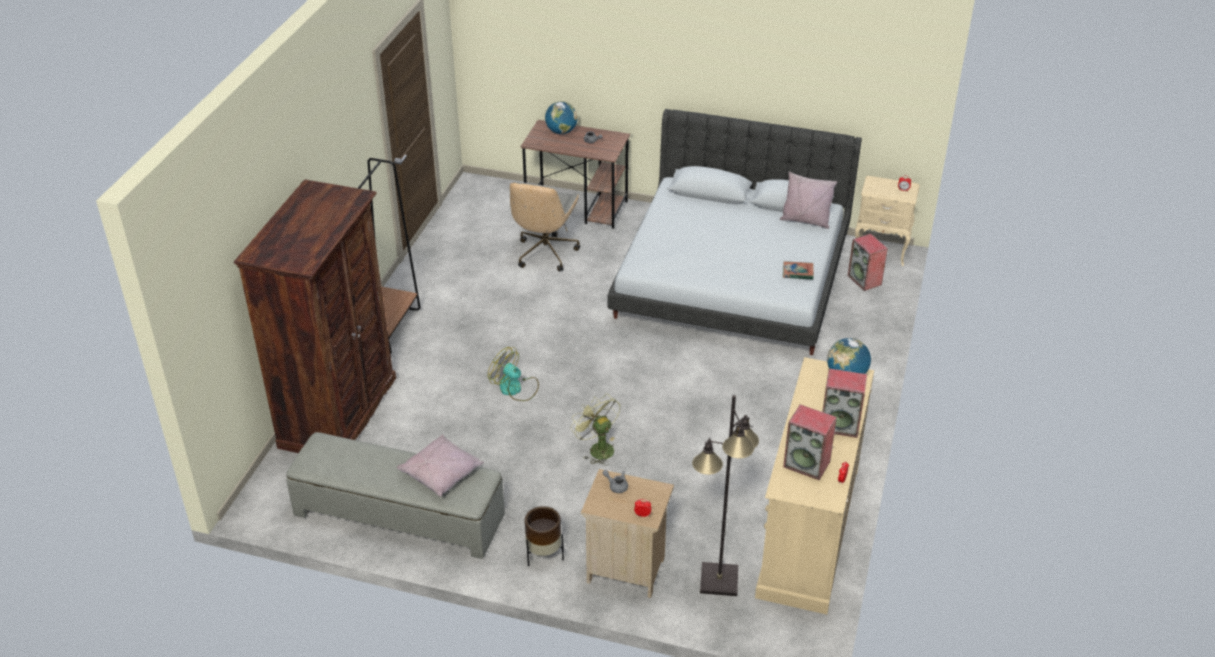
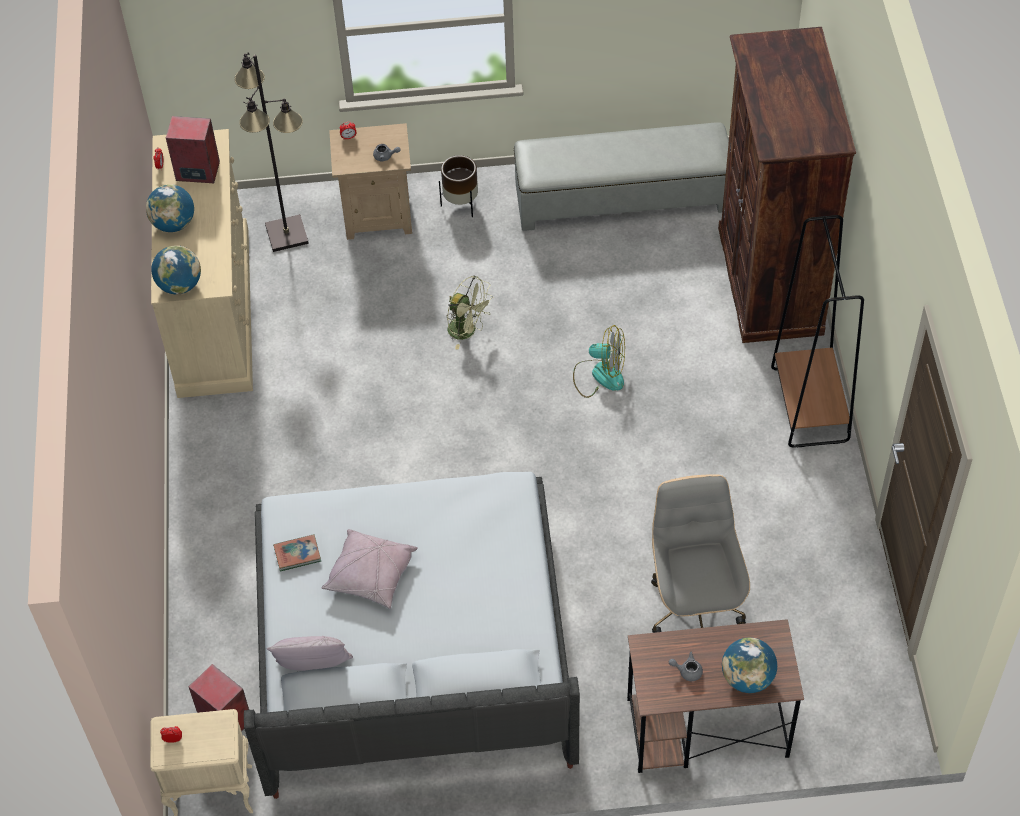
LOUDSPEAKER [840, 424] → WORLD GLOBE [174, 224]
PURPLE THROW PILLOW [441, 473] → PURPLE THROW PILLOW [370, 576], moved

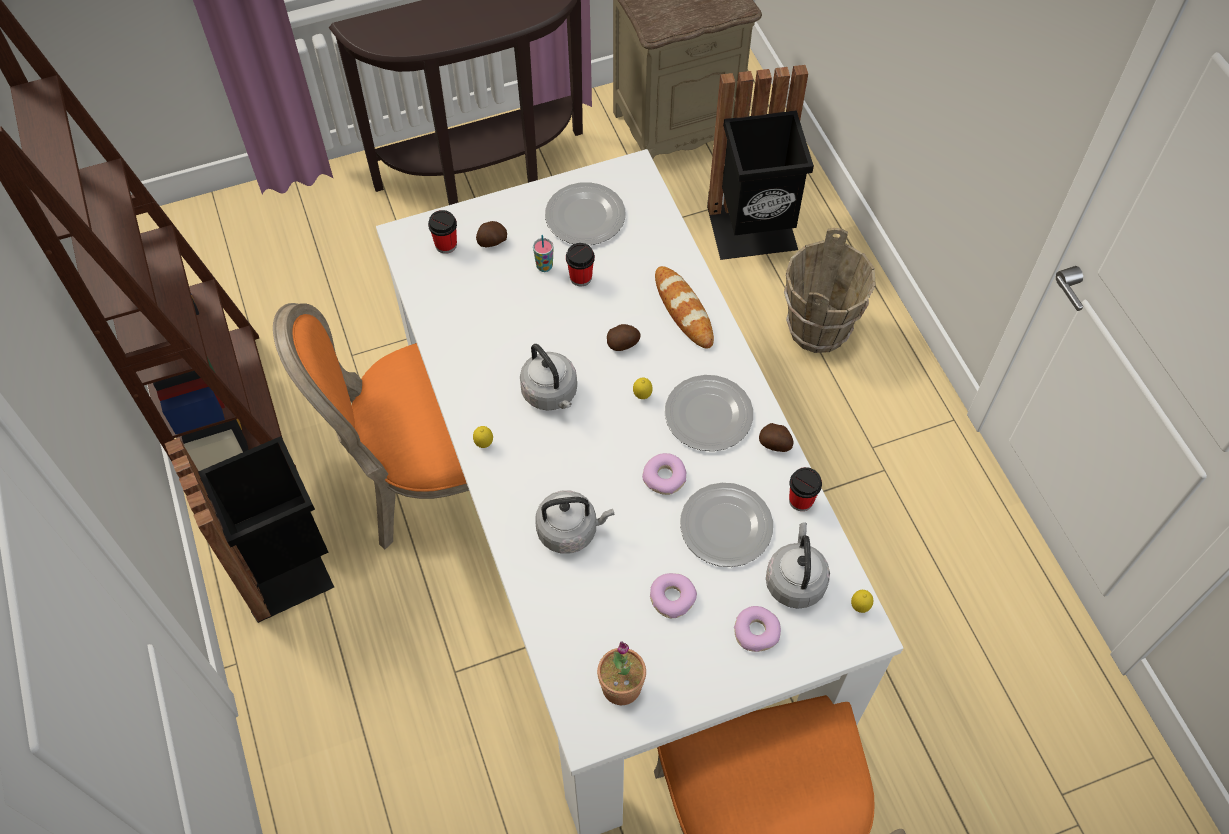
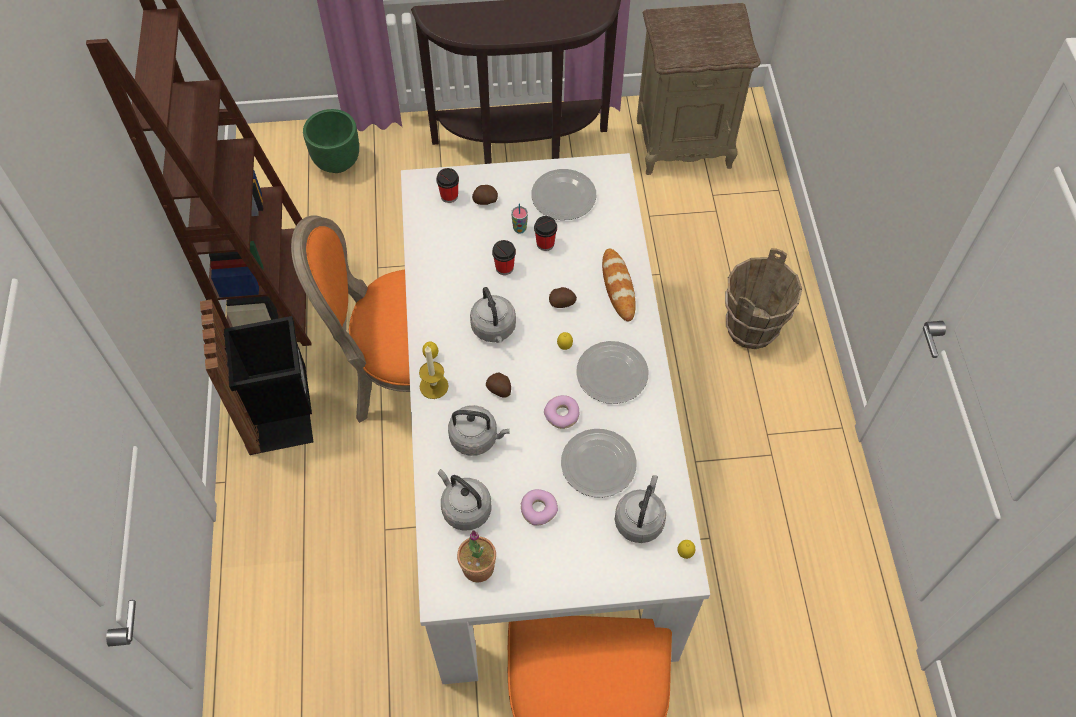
- → GREEN-COLOURED PLANTER [337, 162]
- → WAX LIGHT [434, 386]
- → GREY KETTLE [464, 508]
SPUD [775, 444] → SPUD [499, 390], moved
SMALL CUP [801, 500] → SMALL CUP [504, 267], moved
BLACK-COLOURED WASTE BIN [753, 231] → -
RING DOUGHNUT [756, 631] → -

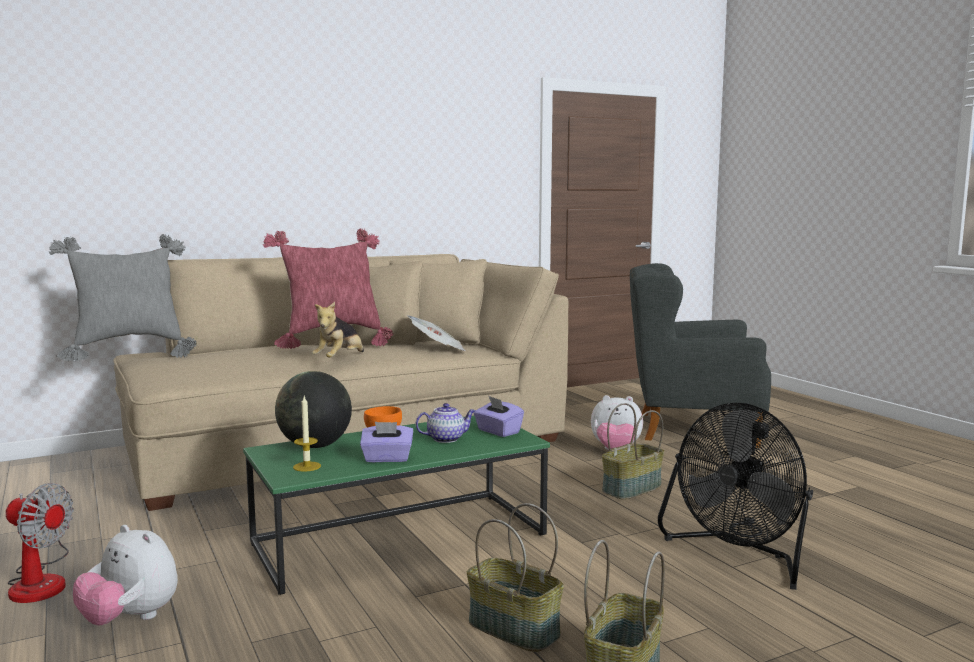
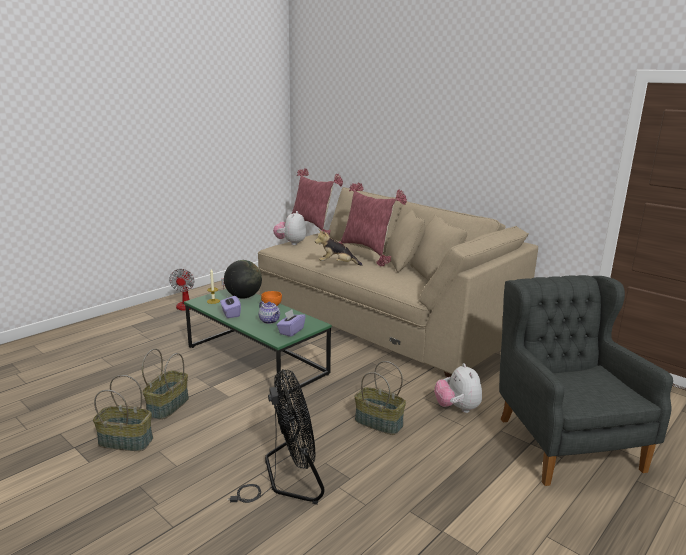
BLACK-COLOURED COOLING FAN [737, 552] → BLACK-COLOURED COOLING FAN [285, 475], 135 degrees clockwise
SOFT TOY [130, 619] → SOFT TOY [291, 243], moved
GREY THROW PILLOW [129, 358] → RED THROW PILLOW [313, 232]
NEWSPAPER [438, 349] → -

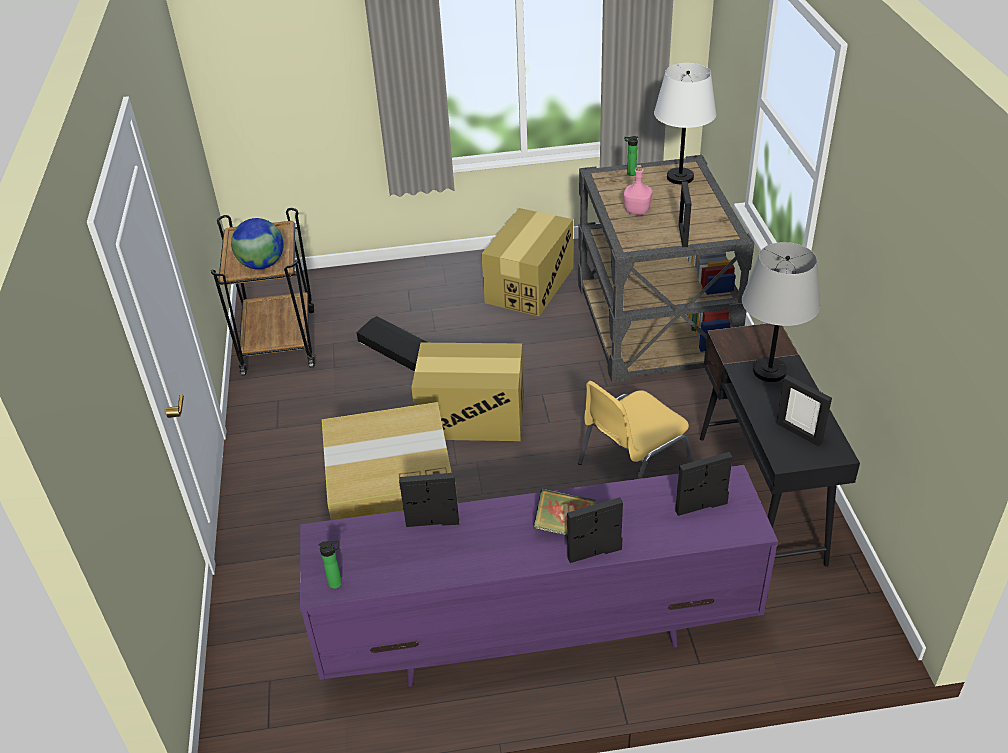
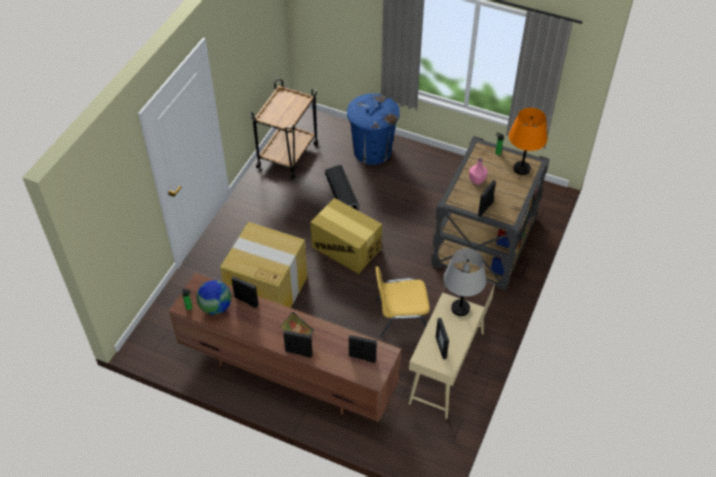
PURPLE STORAGE CABINET [536, 638] → BROWNISH STORAGE CABINET [286, 375]
WORLD GLOBE [262, 264] → WORLD GLOBE [216, 307], moved
- → BLUE WASTE BIN [372, 151]
BLACK-COLOURED DESK [760, 498] → BEIGE DESK [446, 368]
WHITE-COLOURED TABLETOP LAMP [680, 177] → ORANGE TABLETOP LAMP [521, 169]
CARTON [529, 285] → -

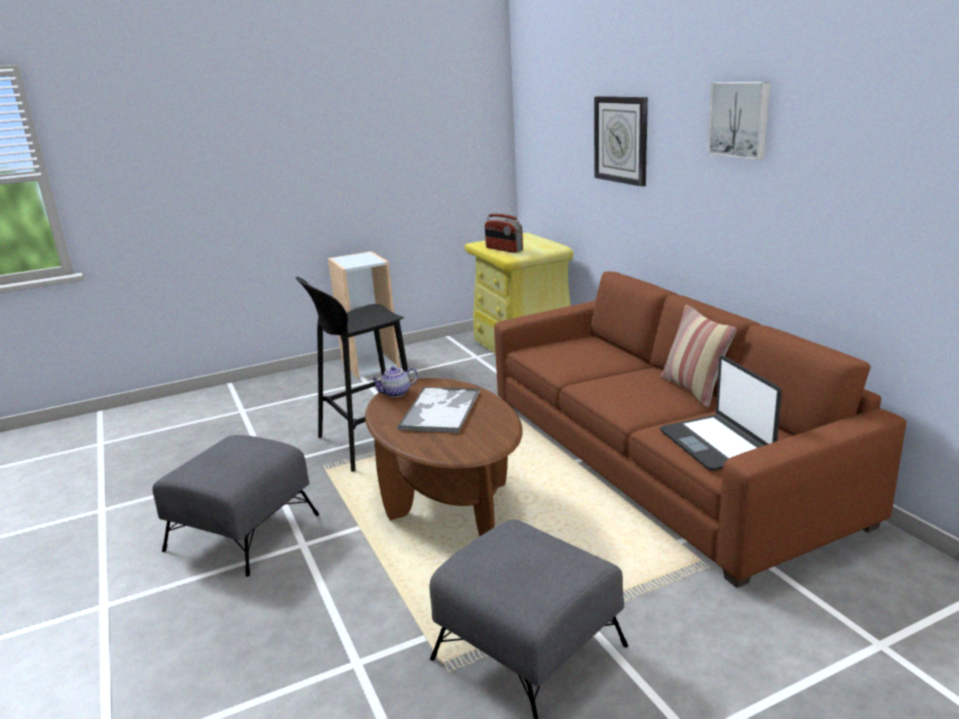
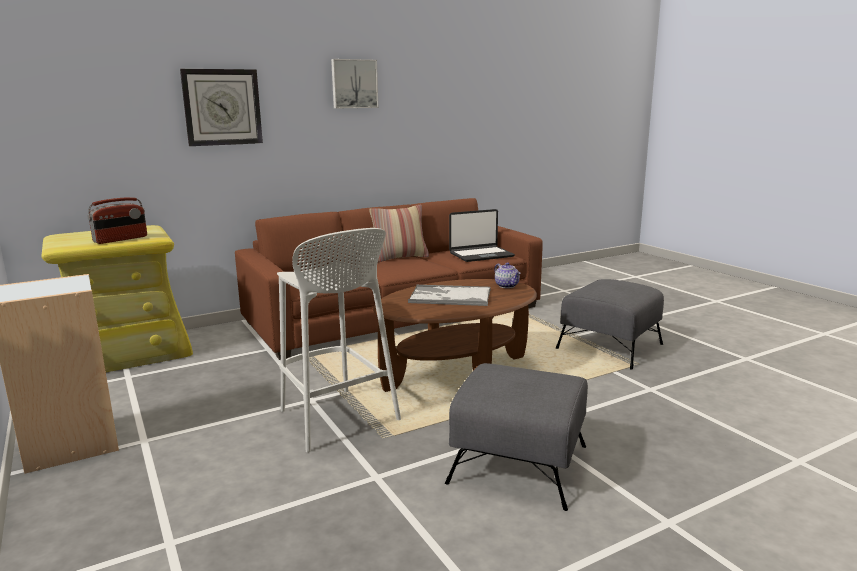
BLACK-COLOURED STOOL [368, 443] → WHITE-COLOURED STOOL [336, 418]
TEA POT [396, 393] → TEA POT [507, 286], moved

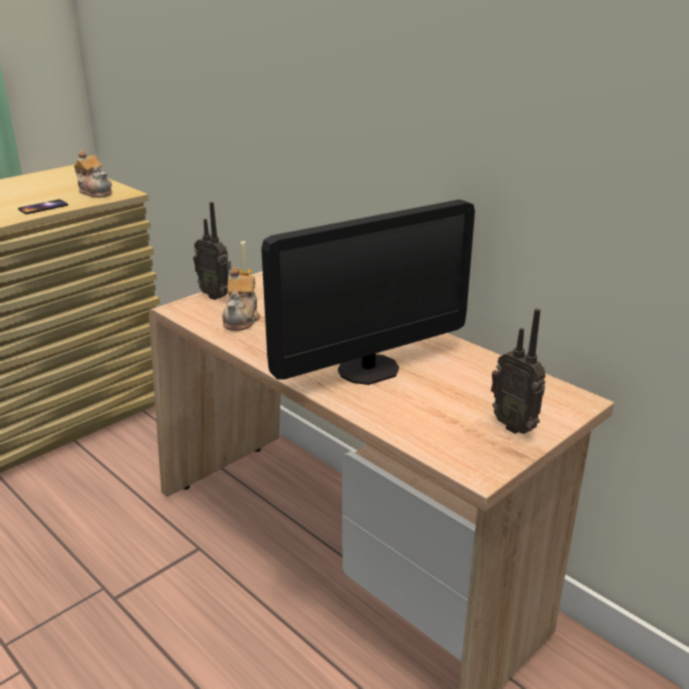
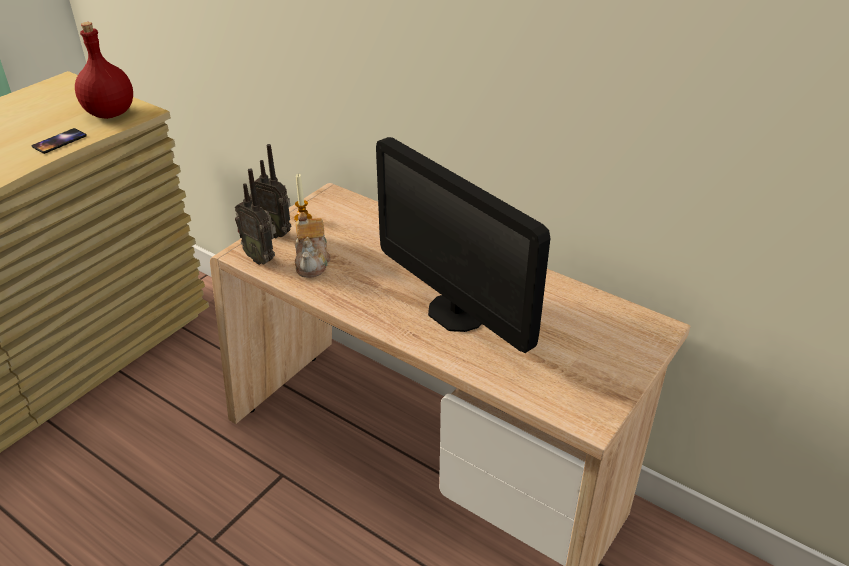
TEA POT [95, 192] → RED DRINK BOTTLE [110, 113]
RADIO SET [515, 426] → RADIO SET [261, 258], moved
COMPUTER SCREEN [368, 369] → COMPUTER SCREEN [457, 312], 90 degrees clockwise

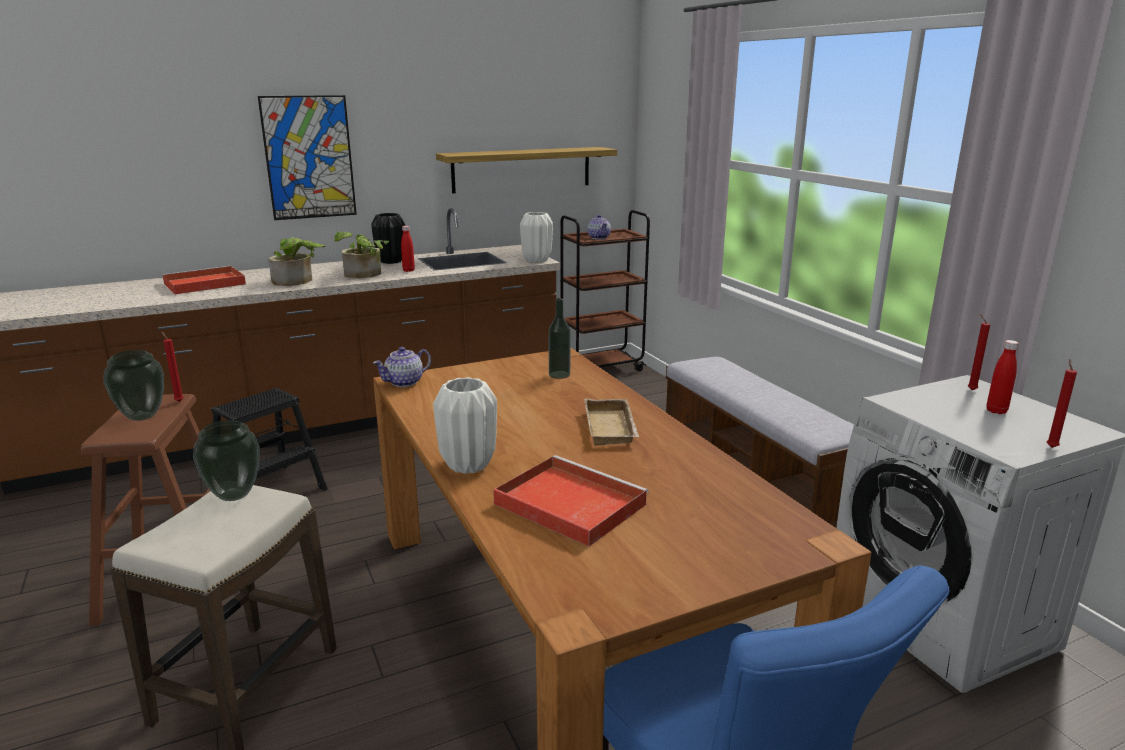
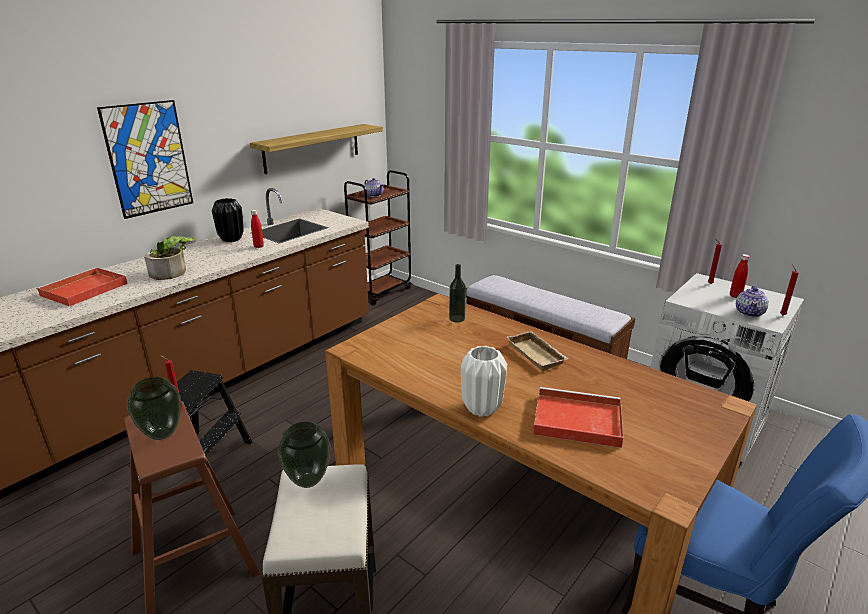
TEA POT [405, 382] → TEA POT [749, 313], moved
HOUSEPLANT [363, 275] → -
WHITE-COLOURED DECORATIVE VASE [536, 260] → -

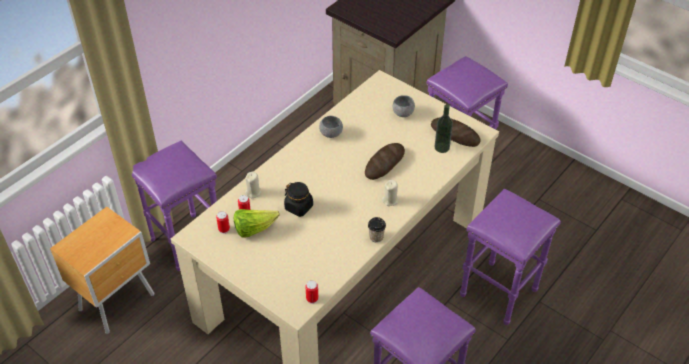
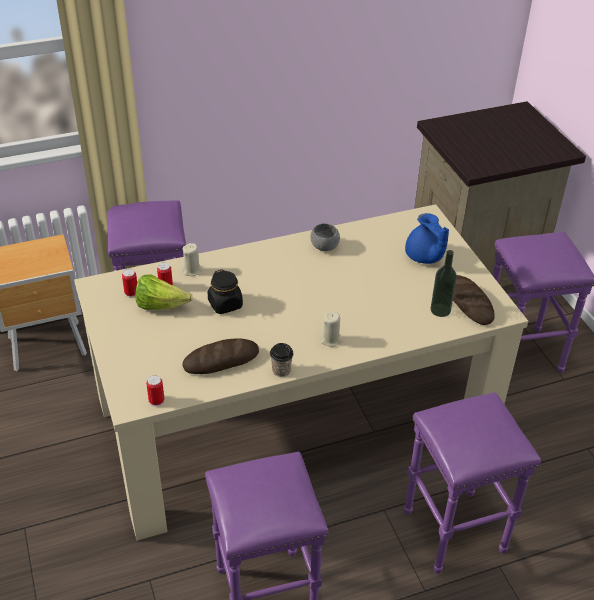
BAKED BREAD [384, 163] → BAKED BREAD [221, 360], moved
GREY BOWL [403, 113] → BLUE TEA POT [425, 257]

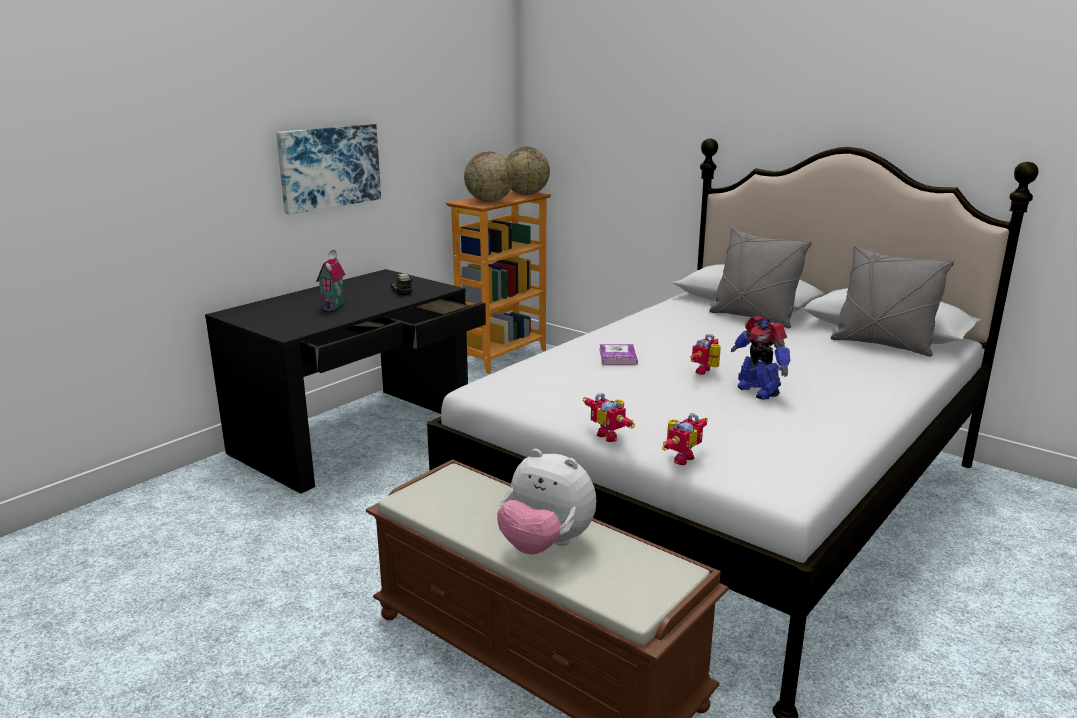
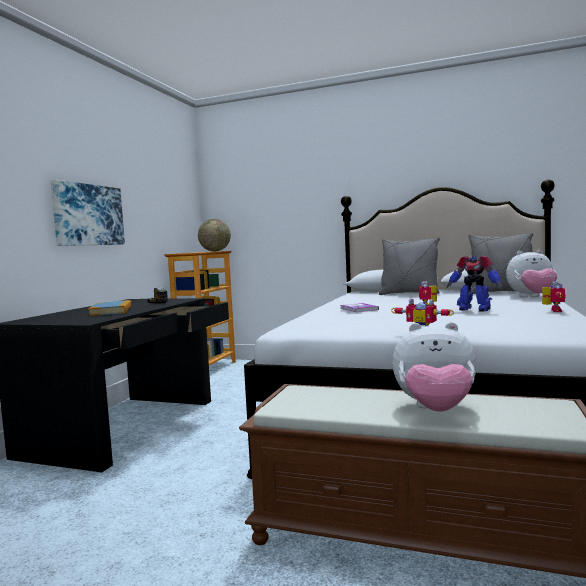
TOY HOUSE [335, 306] → VOLUME [111, 311]
- → SOFT TOY [532, 297]
TOY ROBOT [679, 458] → TOY ROBOT [552, 310], moved
WORLD GLOBE [489, 201] → -

